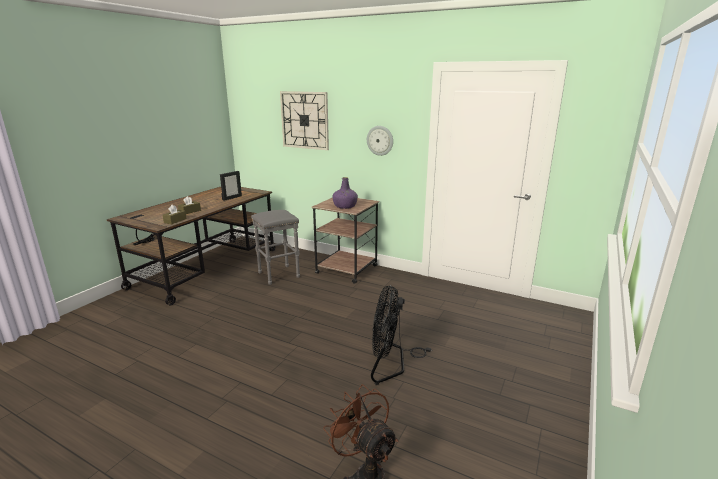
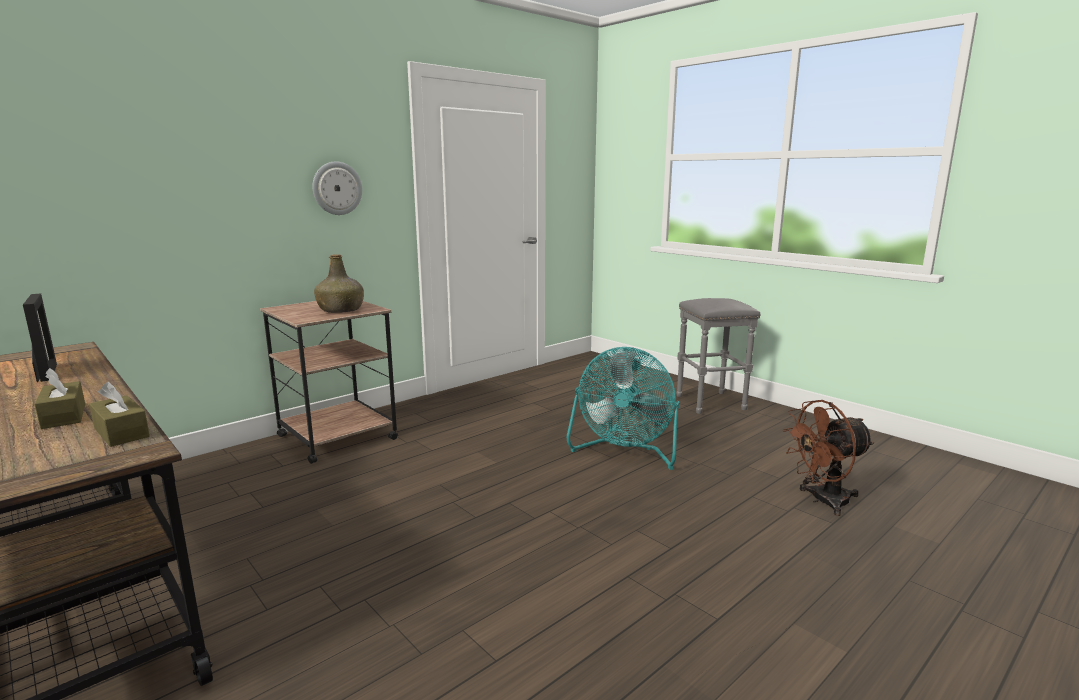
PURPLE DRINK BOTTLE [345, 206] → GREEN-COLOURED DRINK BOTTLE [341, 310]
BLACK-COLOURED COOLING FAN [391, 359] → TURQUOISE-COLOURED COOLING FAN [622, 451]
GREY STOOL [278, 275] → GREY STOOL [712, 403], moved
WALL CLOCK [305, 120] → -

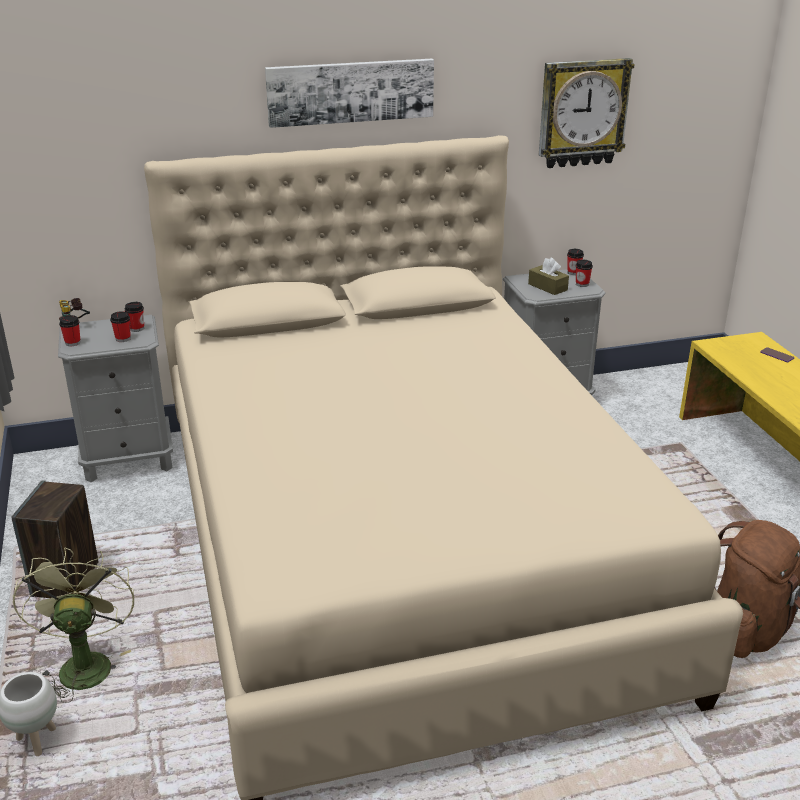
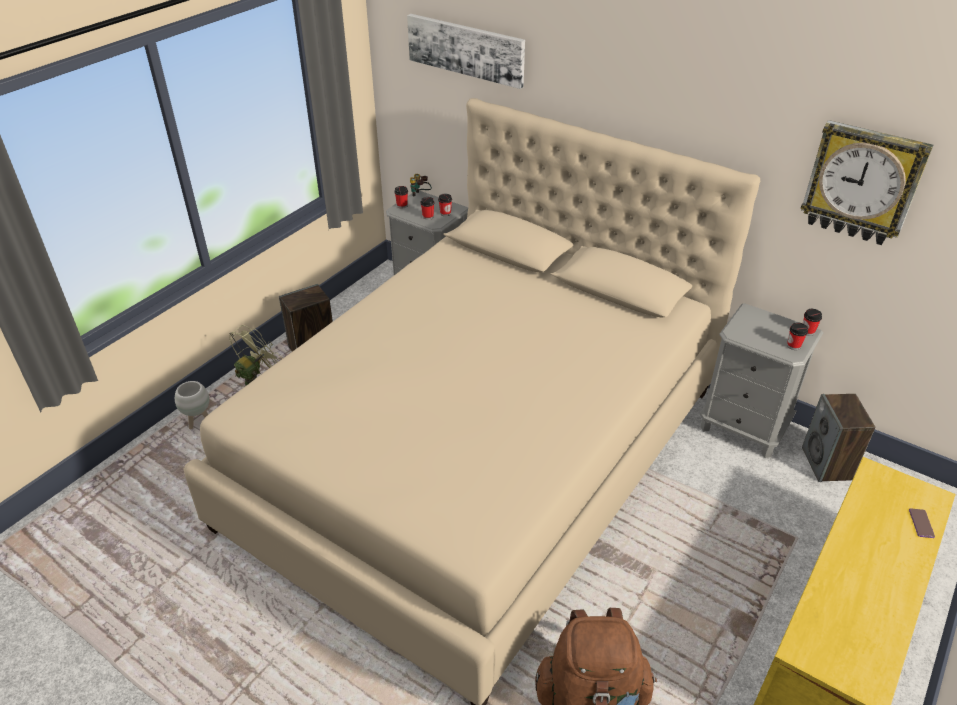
WALL PICTURE [350, 91] → WALL PICTURE [466, 49], moved
- → LOUDSPEAKER [827, 464]
BROWNISH TISSUE HOLDER [547, 287] → -

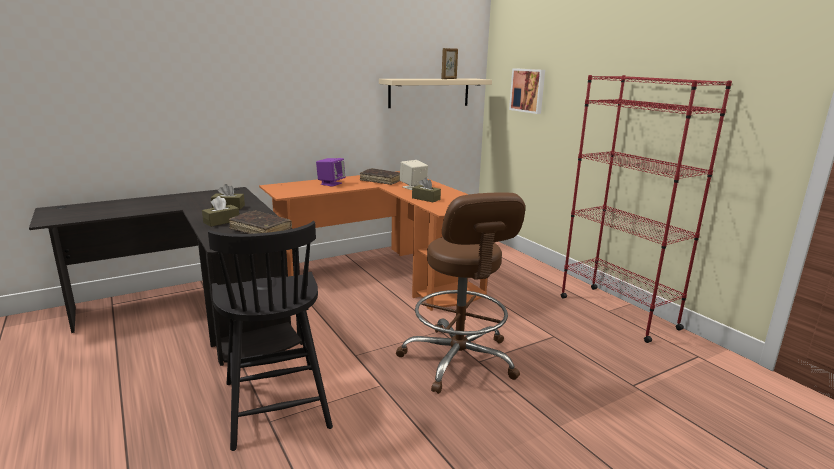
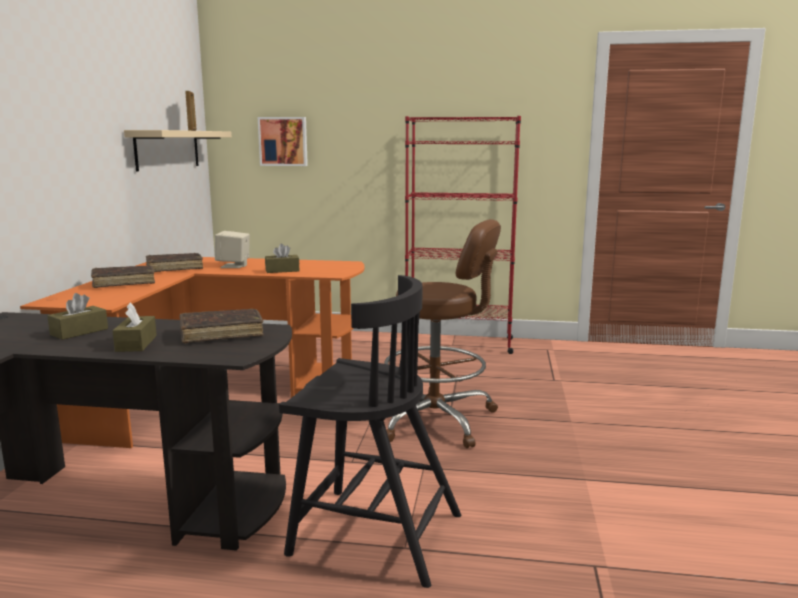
PURPLE LOUDSPEAKER [331, 183] → BROWNISH VOLUME [124, 282]

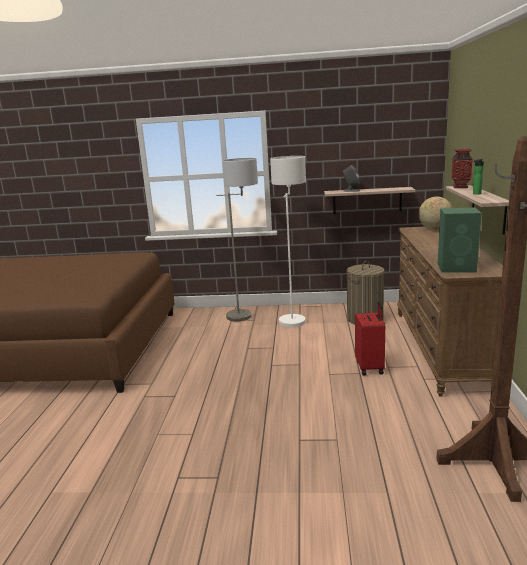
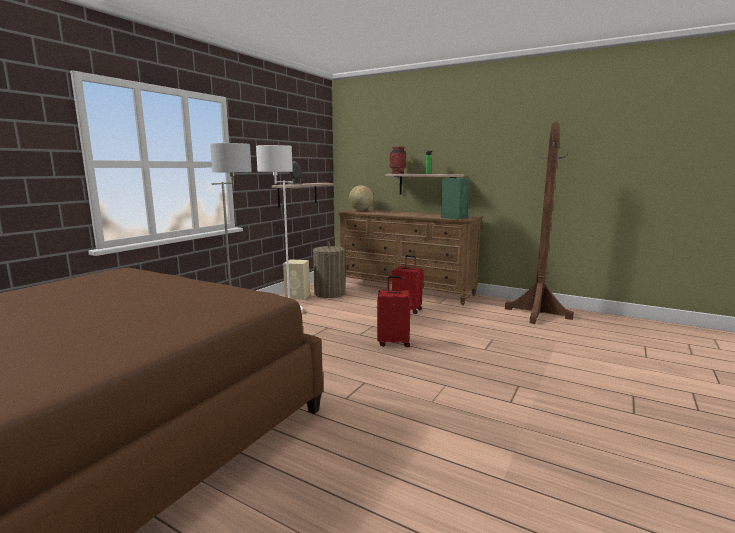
- → BEIGE LOUDSPEAKER [298, 296]
- → RED SUITCASE [394, 342]

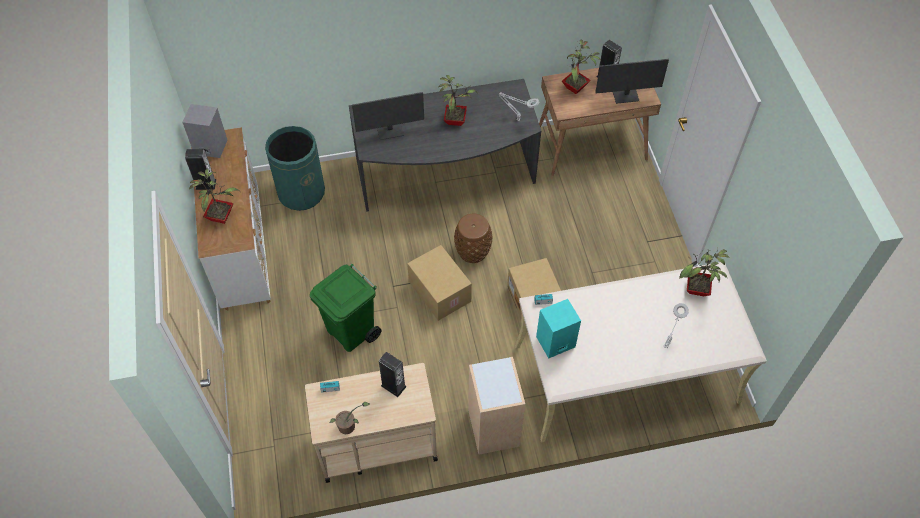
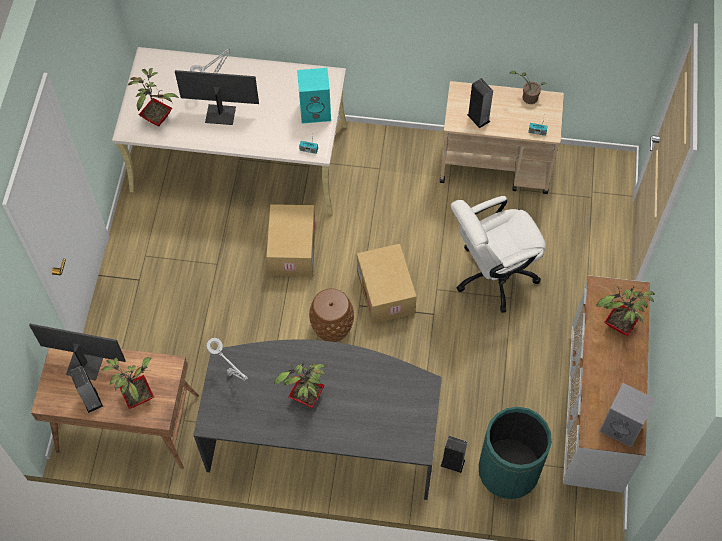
COMPUTER SCREEN [390, 131] → COMPUTER SCREEN [220, 114], moved
LOUDSPEAKER [205, 184] → LOUDSPEAKER [452, 463], moved
GREEN-COLOURED WASTE BIN [352, 332] → WHITE-COLOURED OFFICE CHAIR [491, 277]
SHELVING UNIT [493, 428] → -

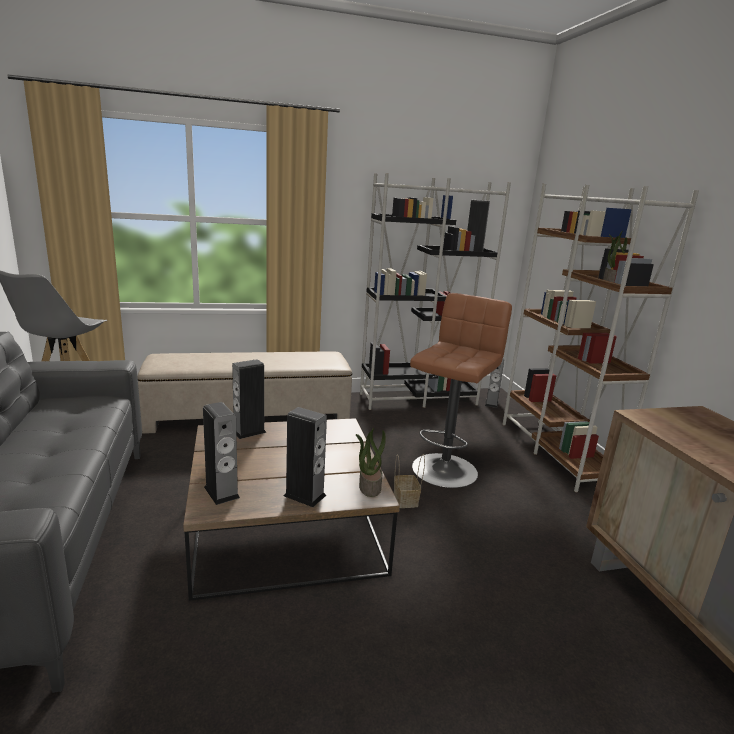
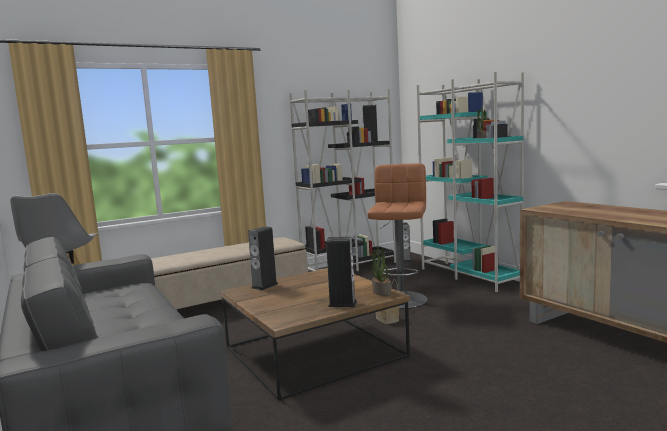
BROWNISH SHELVING UNIT [555, 453] → TURQUOISE-COLOURED SHELVING UNIT [469, 276]
LOUDSPEAKER [221, 492] → -

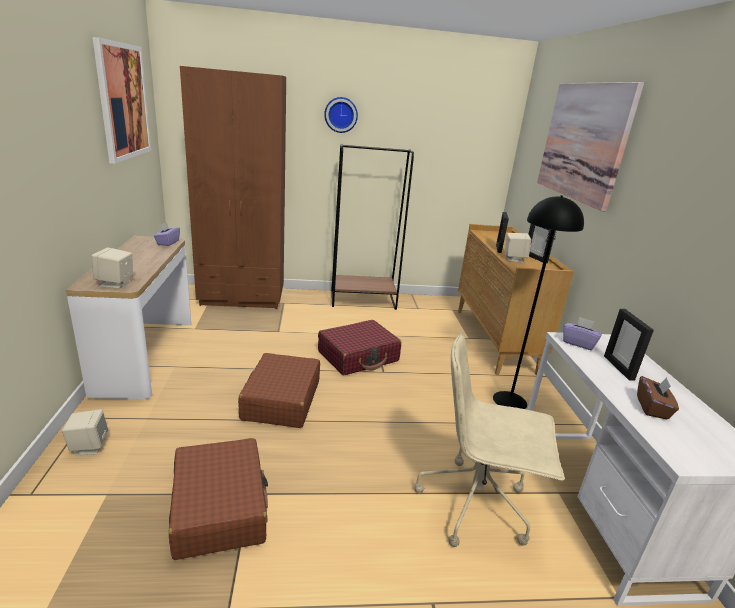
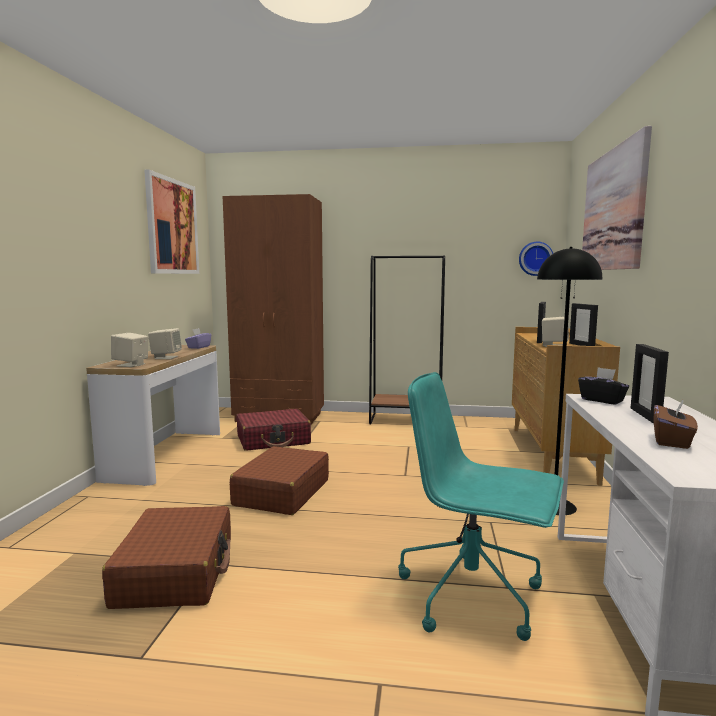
BEIGE LOUDSPEAKER [89, 446] → BEIGE LOUDSPEAKER [166, 357], moved
RED SUITCASE [358, 356] → RED SUITCASE [273, 440], moved
BEIGE OFFICE CHAIR [478, 506] → TURQUOISE-COLOURED OFFICE CHAIR [477, 598]
WALL CLOCK [341, 115] → WALL CLOCK [535, 258], moved
PURPLE TISSUE HOLDER [578, 343] → BLACK-COLOURED TISSUE HOLDER [602, 400]

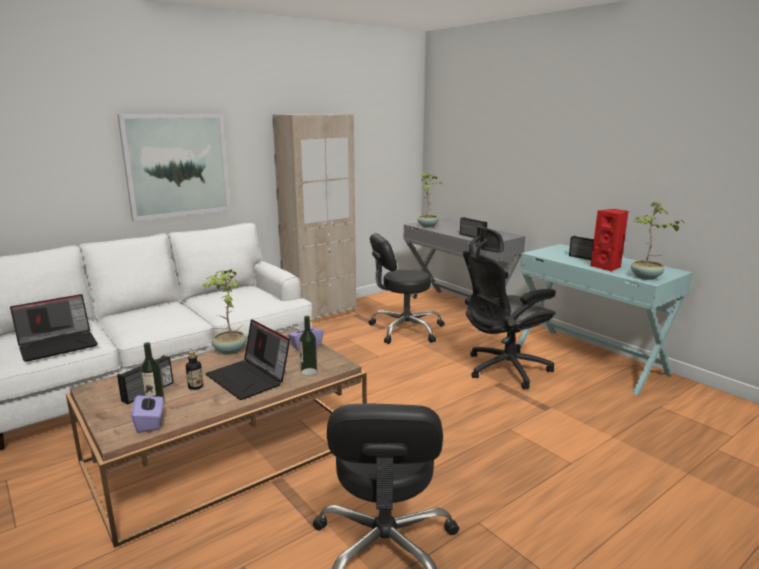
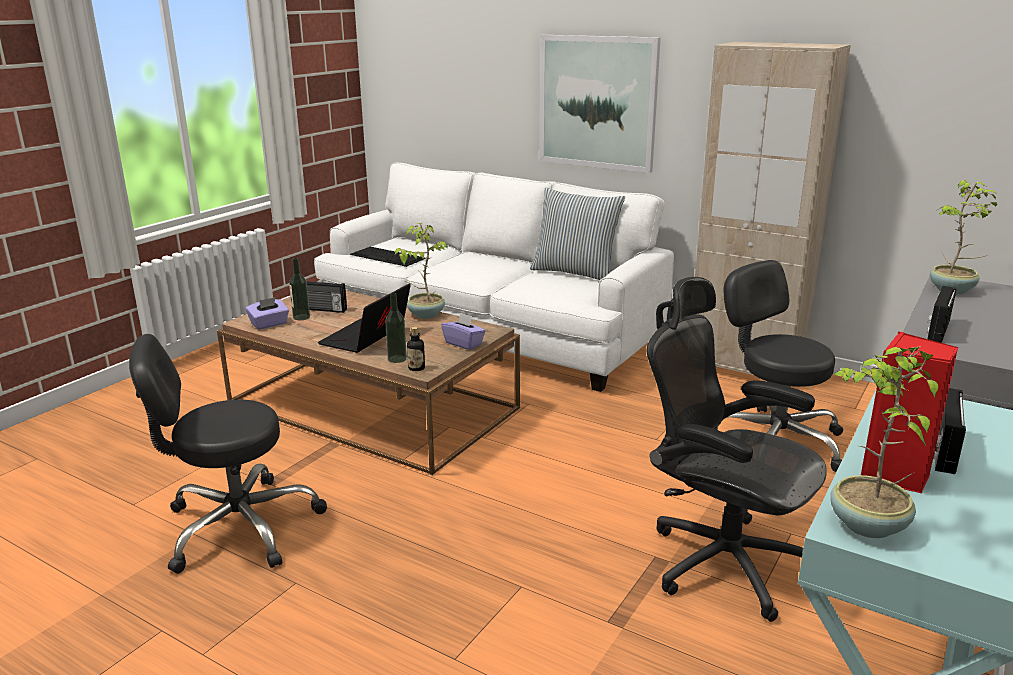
NOTEBOOK COMPUTER [59, 345] → COMPUTER KEYBOARD [388, 256]
DRINK BOTTLE [195, 386] → DRINK BOTTLE [416, 368], moved
- → THROW PILLOW [575, 272]

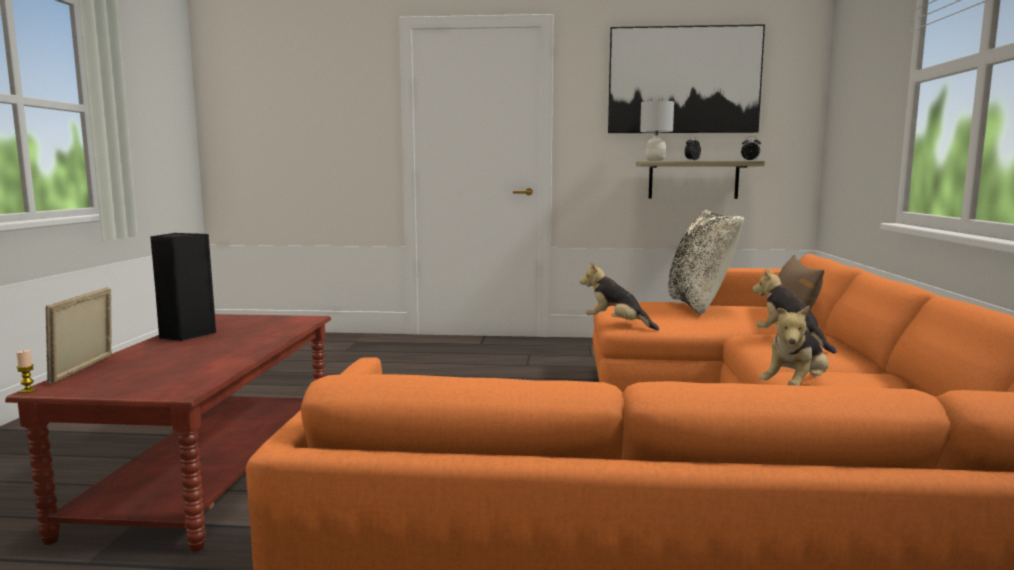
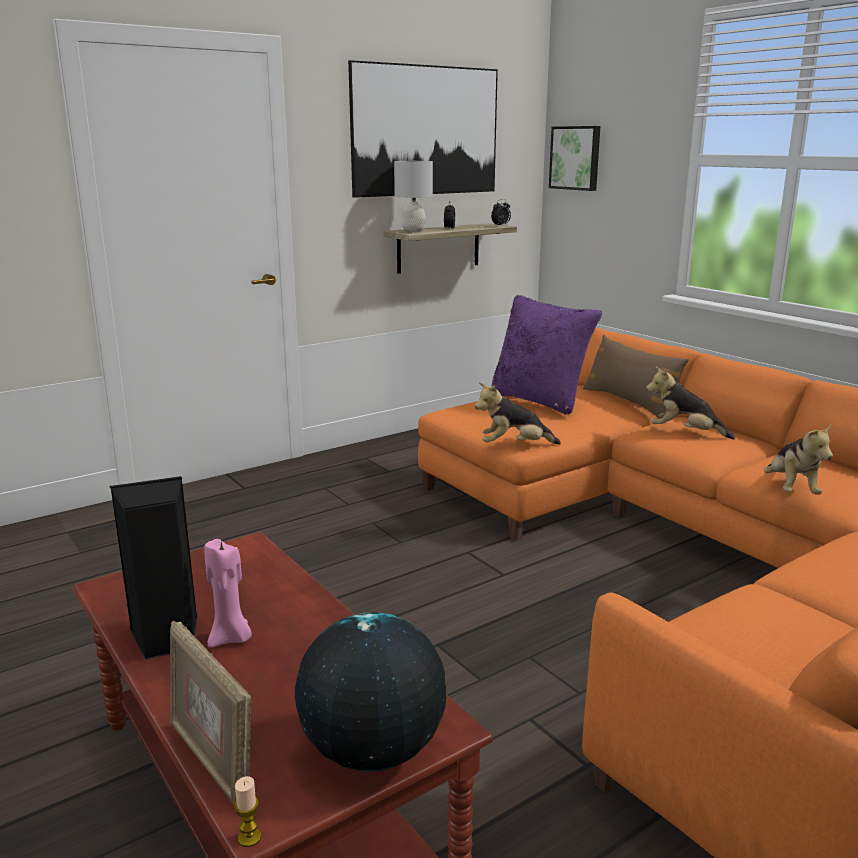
- → PINK WAX LIGHT [231, 638]
- → WORLD GLOBE [372, 751]
BEIGE THROW PILLOW [699, 307] → PURPLE THROW PILLOW [539, 403]
- → WALL PICTURE [576, 158]

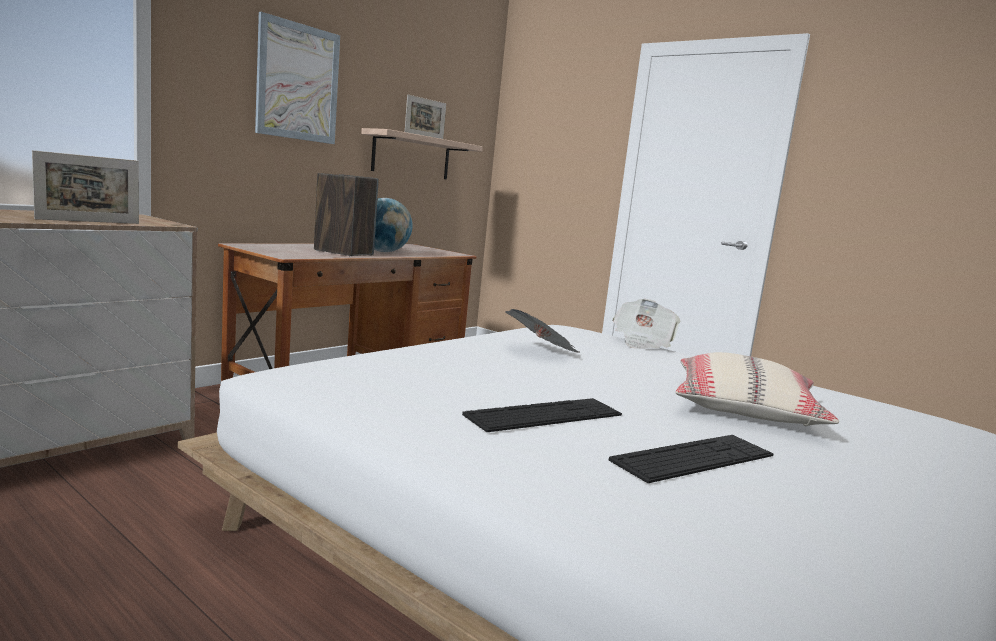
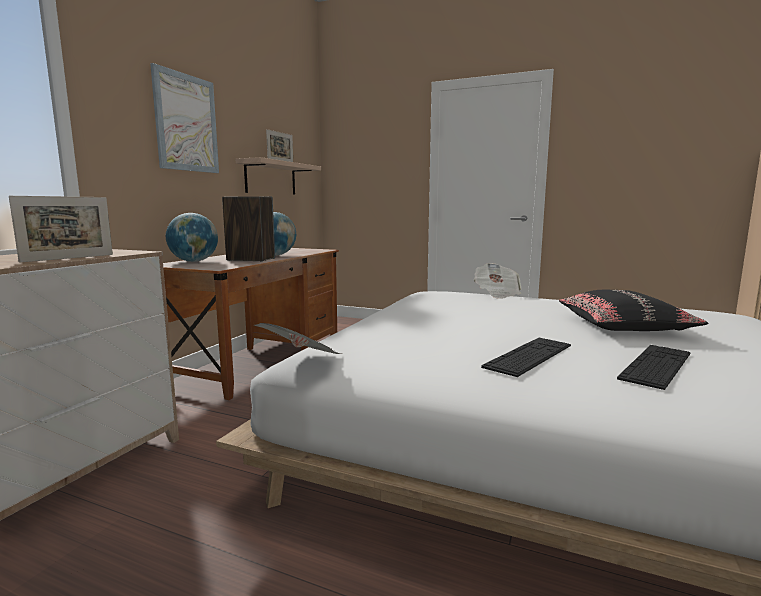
- → WORLD GLOBE [194, 261]
NEWSPAPER [542, 352] → NEWSPAPER [302, 362], moved
BEIGE THROW PILLOW [745, 408] → BLACK-COLOURED THROW PILLOW [623, 326]

